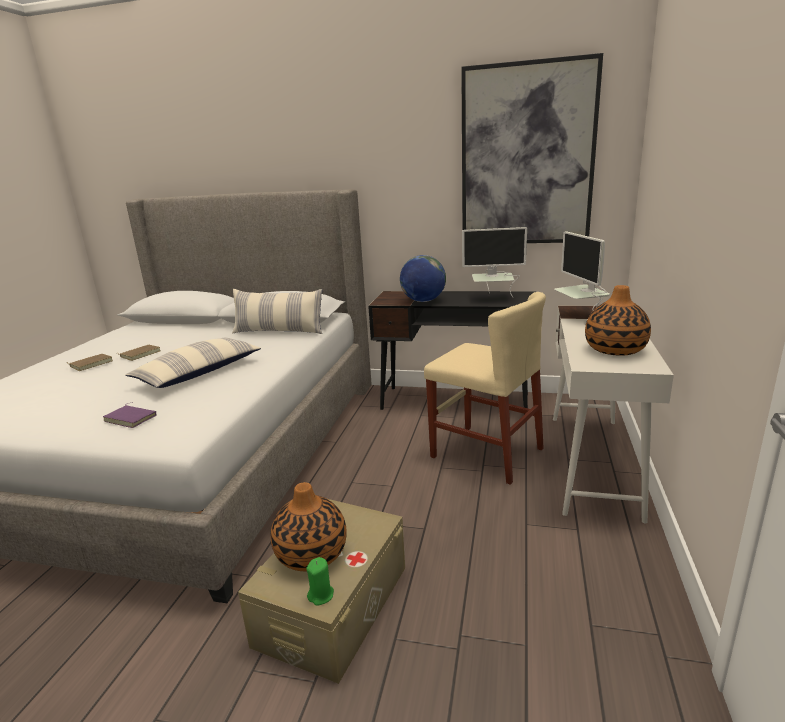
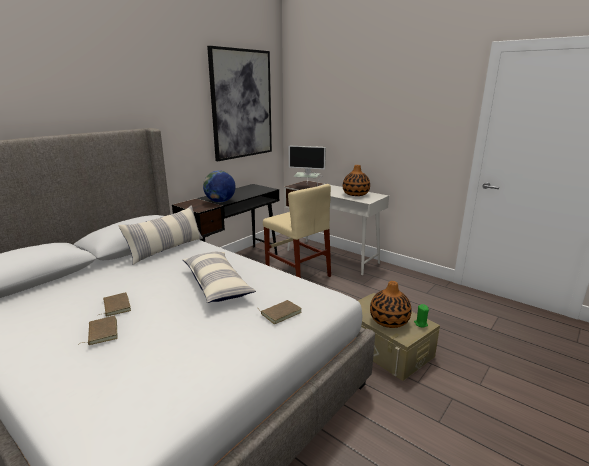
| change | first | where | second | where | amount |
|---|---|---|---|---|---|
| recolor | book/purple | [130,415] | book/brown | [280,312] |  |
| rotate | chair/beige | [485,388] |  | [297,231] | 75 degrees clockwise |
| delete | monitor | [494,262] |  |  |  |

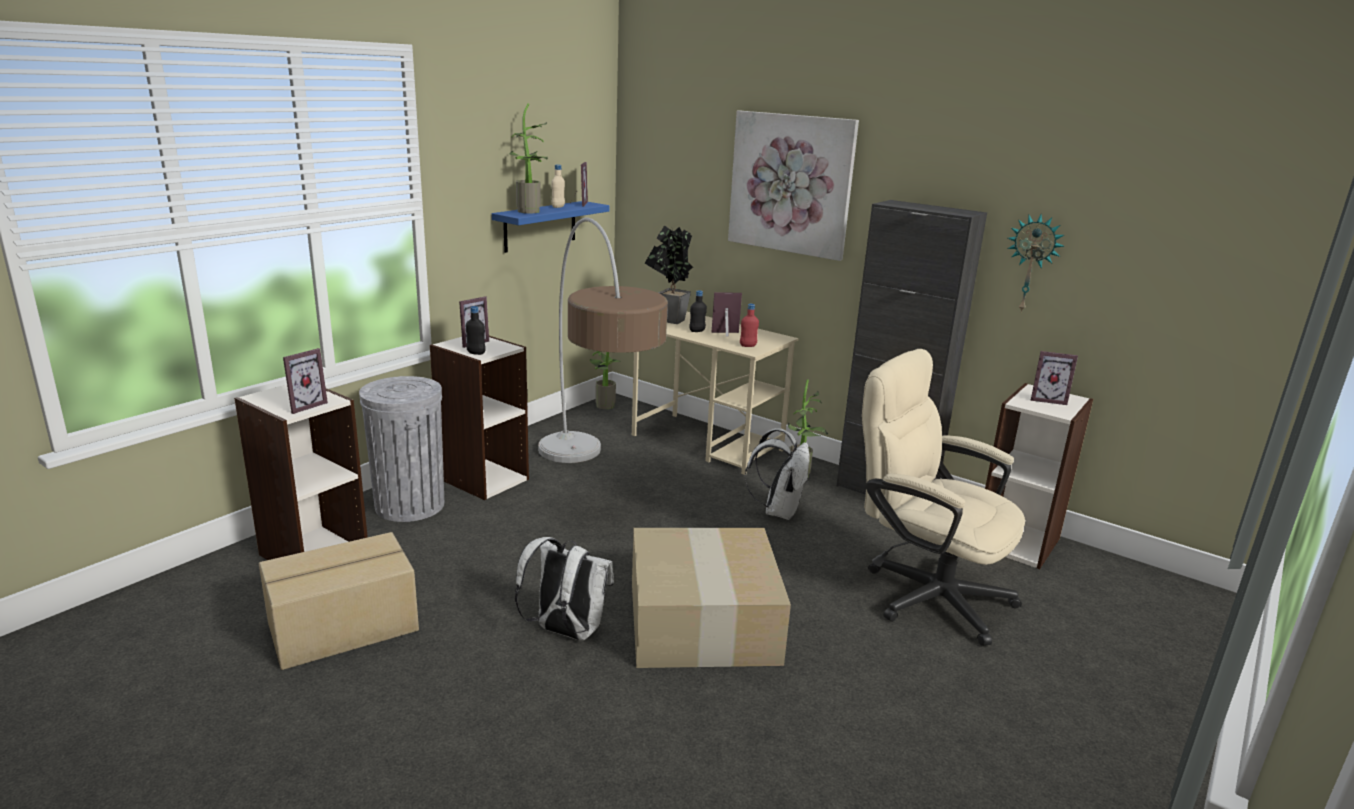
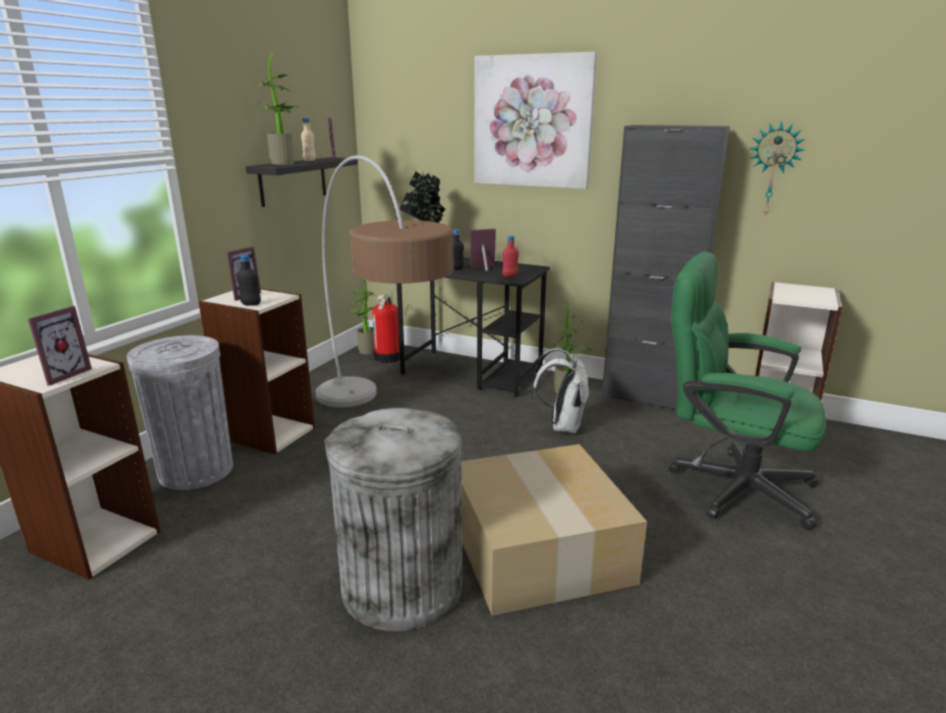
| change | first | where | second | where | amount |
|---|---|---|---|---|---|
| recolor | shelf/blue | [551,227] | shelf/black | [302,182] |  |
| replace | backpack/white | [564,588] | trash can/grey | [393,519] |  |
| insert |  |  | fire extinguisher | [386,329] |  |
| recolor | desk/beige | [715,393] | desk/black | [473,327] |  |
| recolor | office chair/beige | [943,497] | office chair/green | [747,391] |  |
| delete | cardboard box | [339,601] |  |  |  |
| delete | picture frame | [1054,378] |  |  |  |

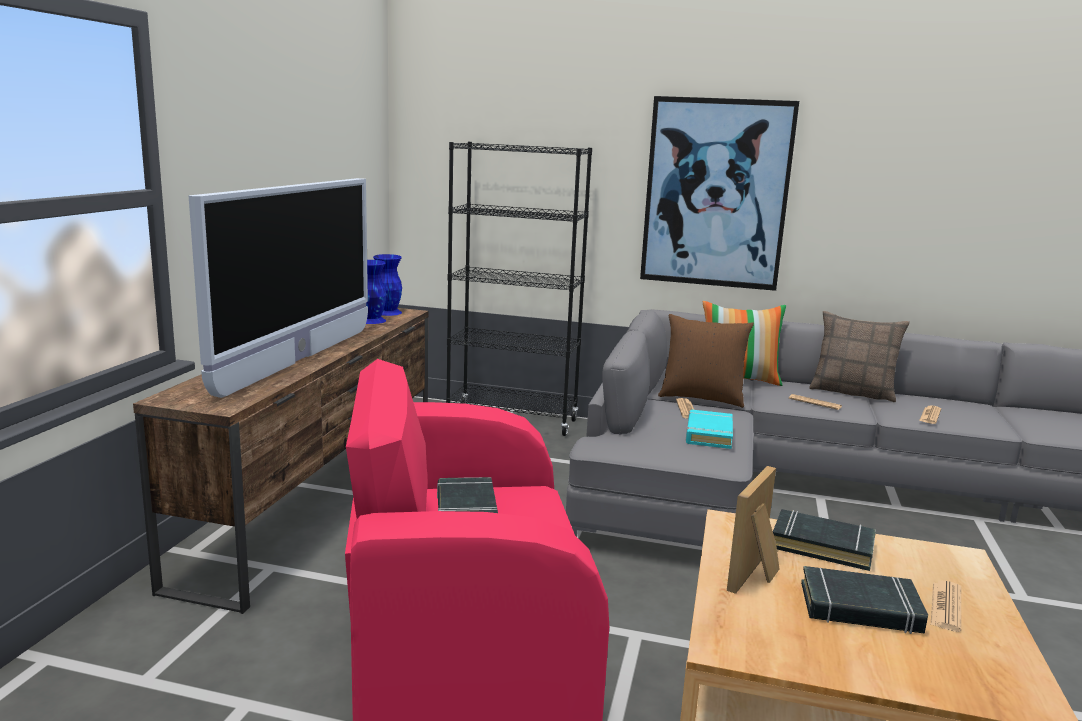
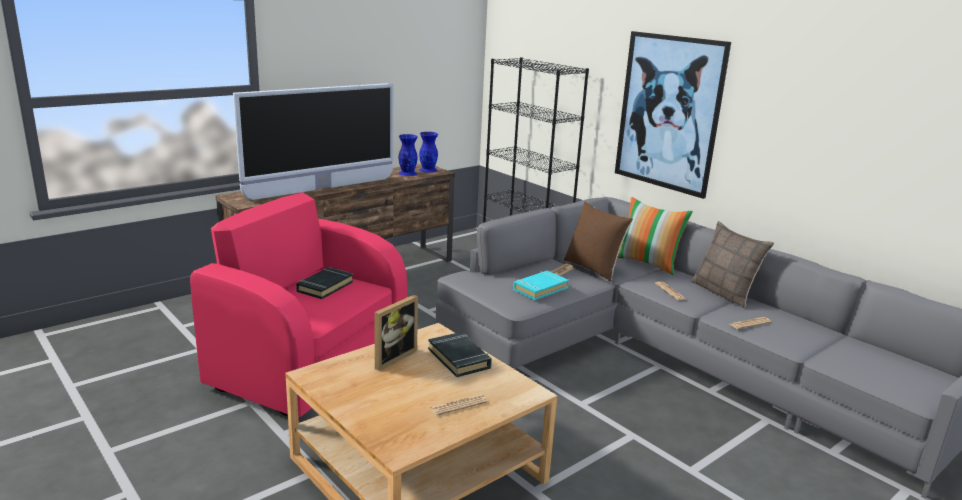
| change | first | where | second | where | amount |
|---|---|---|---|---|---|
| rotate | picture frame | [753,530] |  | [396,333] | 150 degrees clockwise |
| delete | book/black | [864,600] |  |  |  |

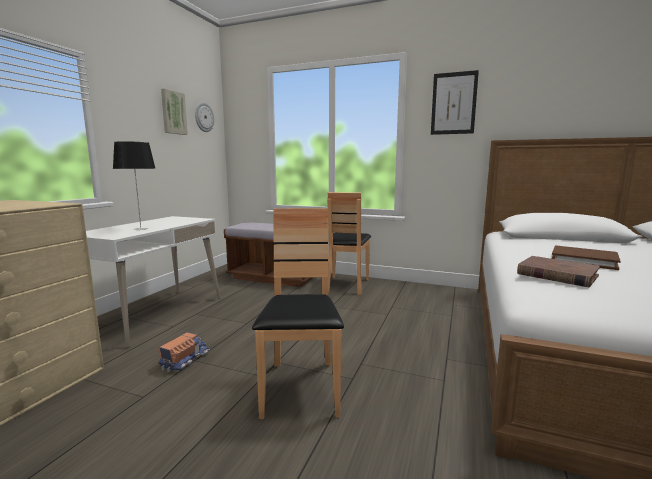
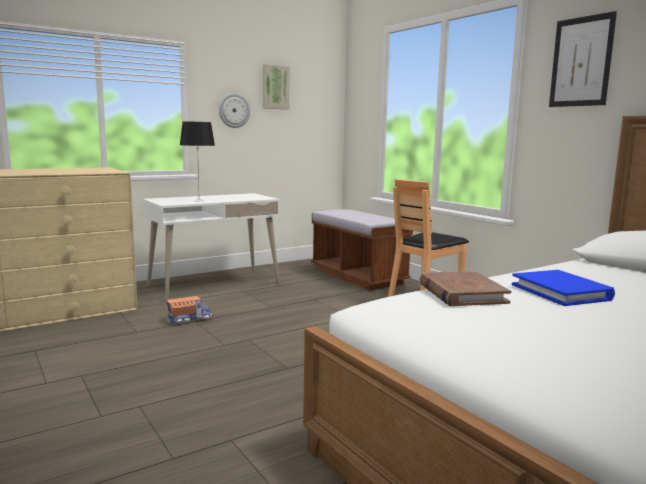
| change | first | where | second | where | amount |
|---|---|---|---|---|---|
| move | wall clock | [204,117] |  | [234,110] |  |
| recolor | book/brown | [586,258] | book/blue | [563,288] |  |
| delete | chair/brown | [298,313] |  |  |  |

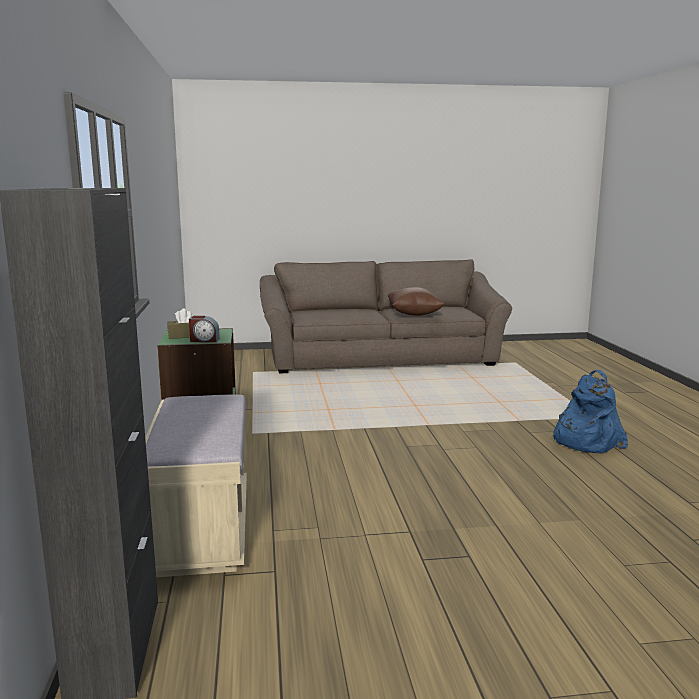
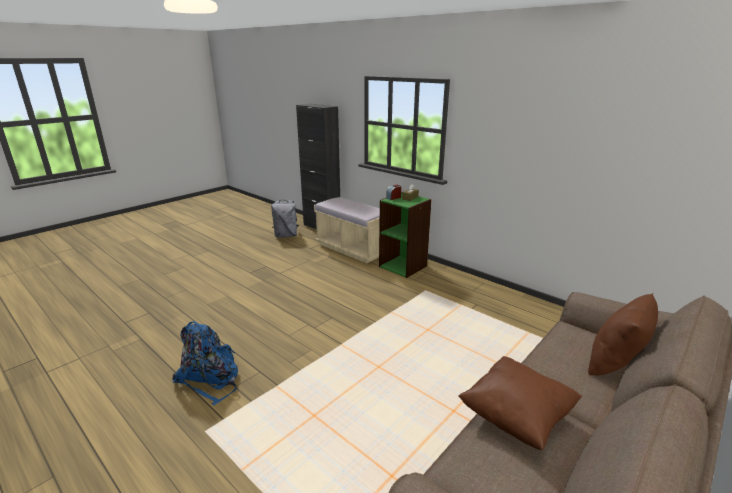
| change | first | where | second | where | amount |
|---|---|---|---|---|---|
| insert |  |  | backpack/grey | [285,218] |  |
| insert |  |  | pillow/brown | [623,334] |  |

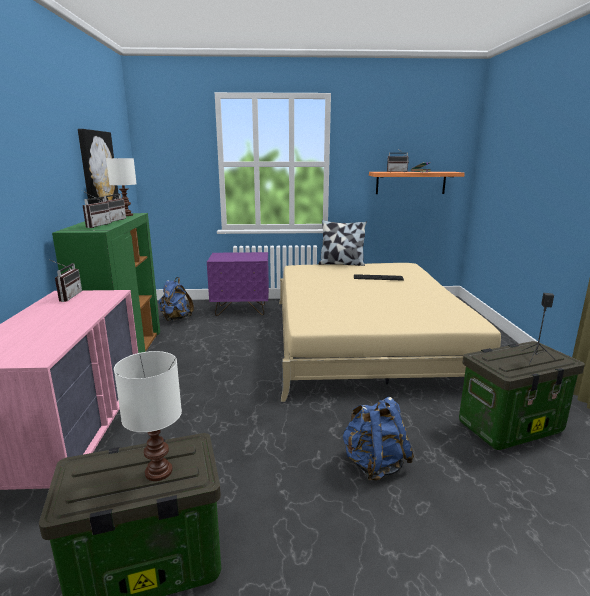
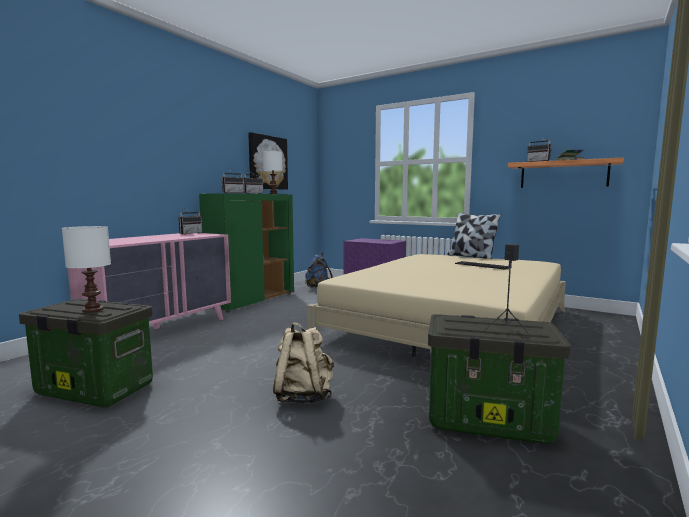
| change | first | where | second | where | amount |
|---|---|---|---|---|---|
| recolor | backpack/blue | [378,439] | backpack/beige | [303,363] |  |

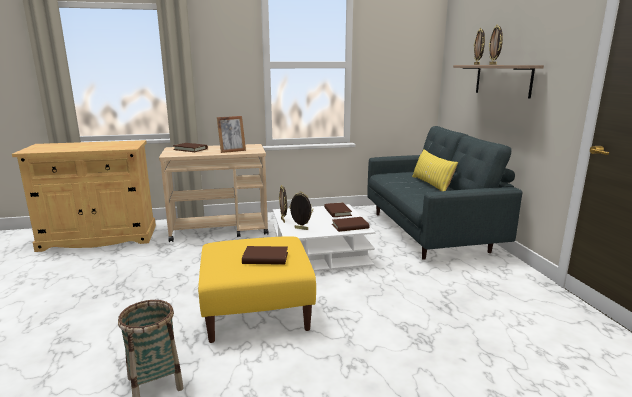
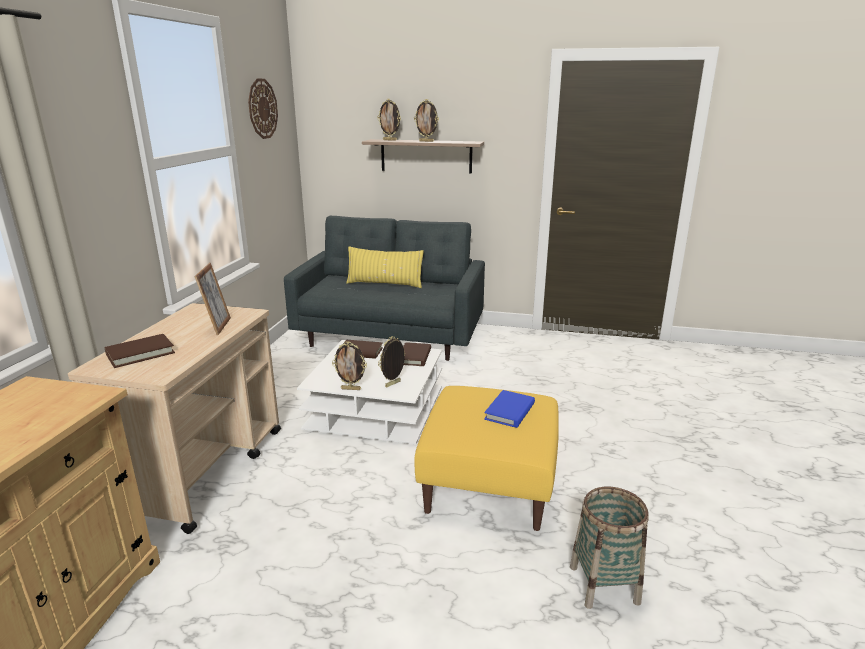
| change | first | where | second | where | amount |
|---|---|---|---|---|---|
| insert |  |  | wall clock | [263,109] |  |
| recolor | book/brown | [265,255] | book/blue | [509,409] |  |

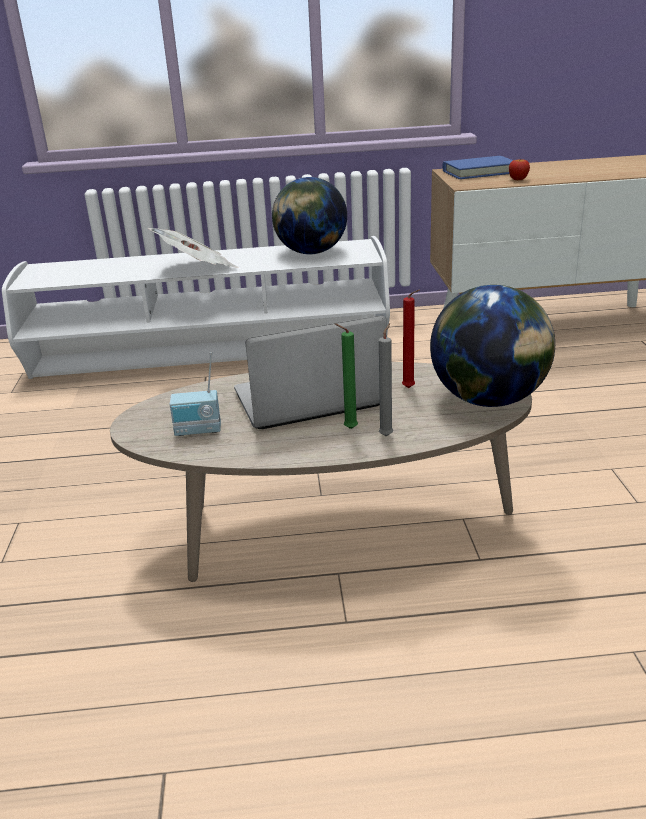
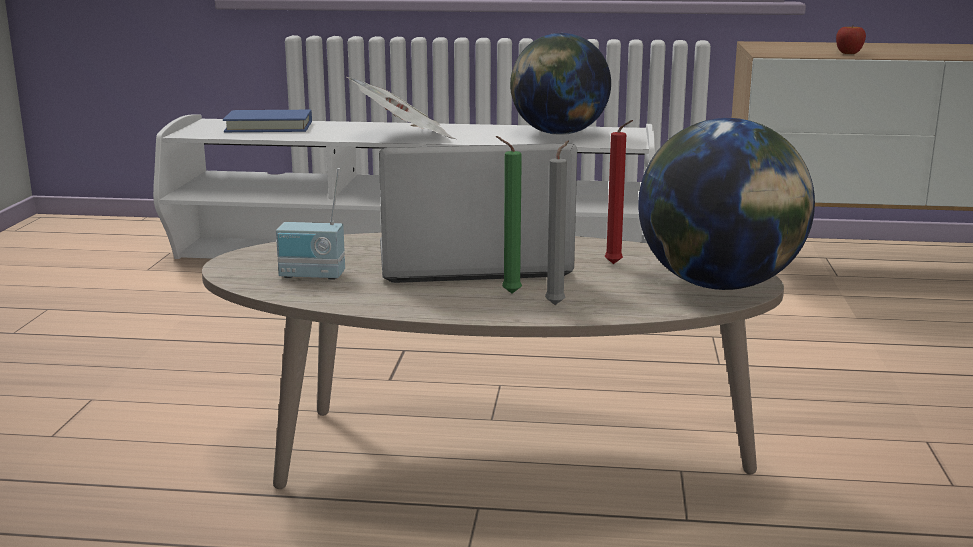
| change | first | where | second | where | amount |
|---|---|---|---|---|---|
| move | book/blue | [478,167] |  | [267,121] |  |

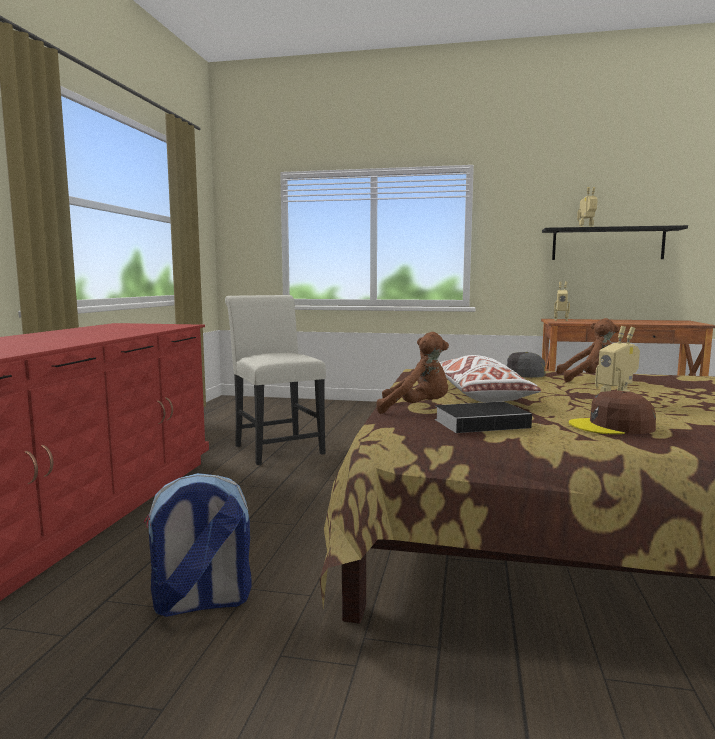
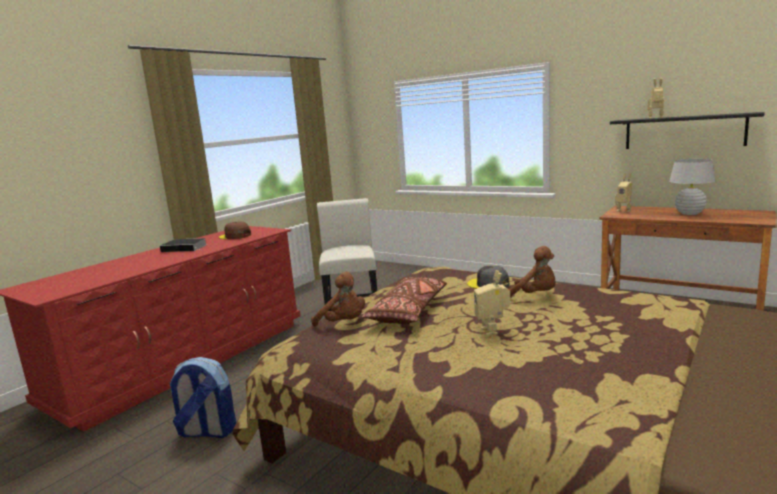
| change | first | where | second | where | amount |
|---|---|---|---|---|---|
| move | book | [489,417] |  | [183,245] |  |
| move | cap/brown | [612,412] |  | [235,230] |  |
| recolor | pillow/white | [490,378] | pillow/brown | [404,300] |  |
| insert |  |  | table lamp/white | [692,187] |  |

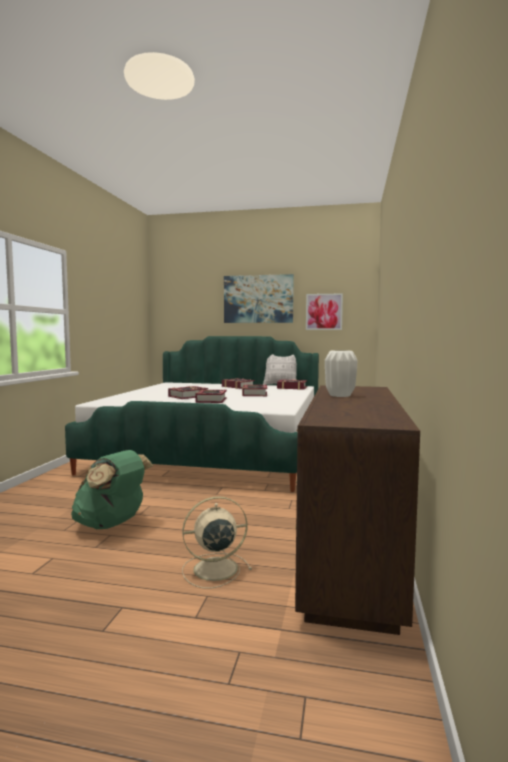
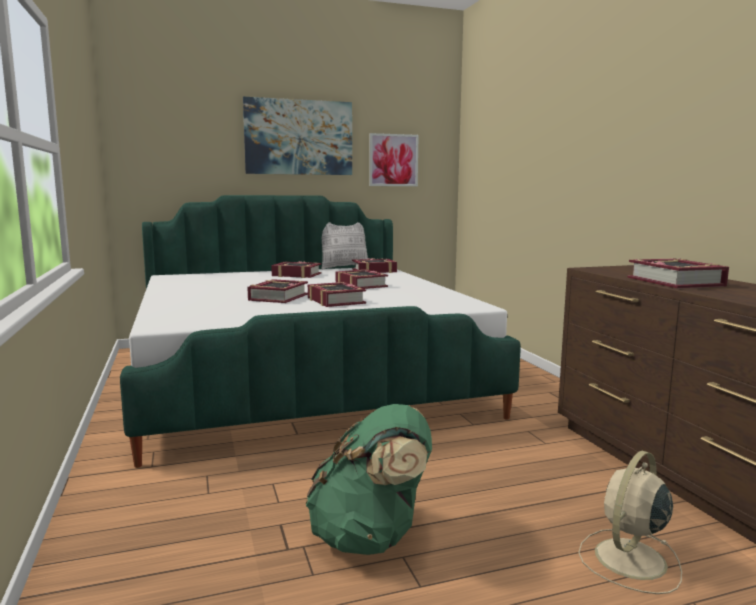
| change | first | where | second | where | amount |
|---|---|---|---|---|---|
| replace | vase/white | [341,373] | book | [678,273] |  |

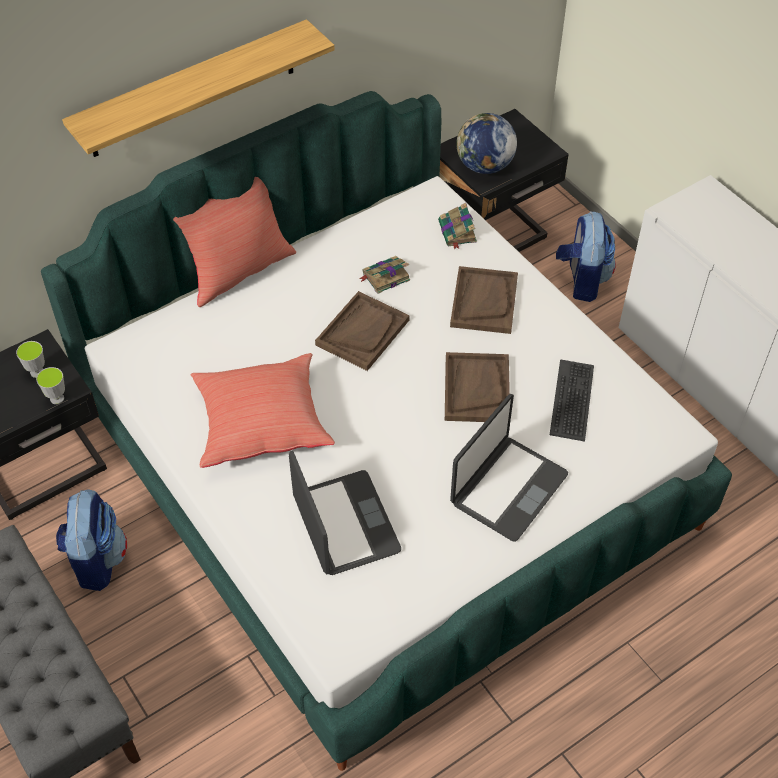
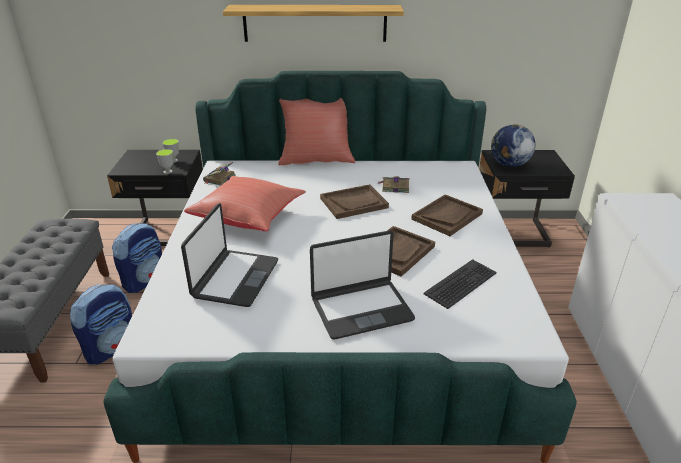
| change | first | where | second | where | amount |
|---|---|---|---|---|---|
| move | backpack | [586,256] |  | [101,324] |  |
| move | book | [457,226] |  | [219,174] |  |

